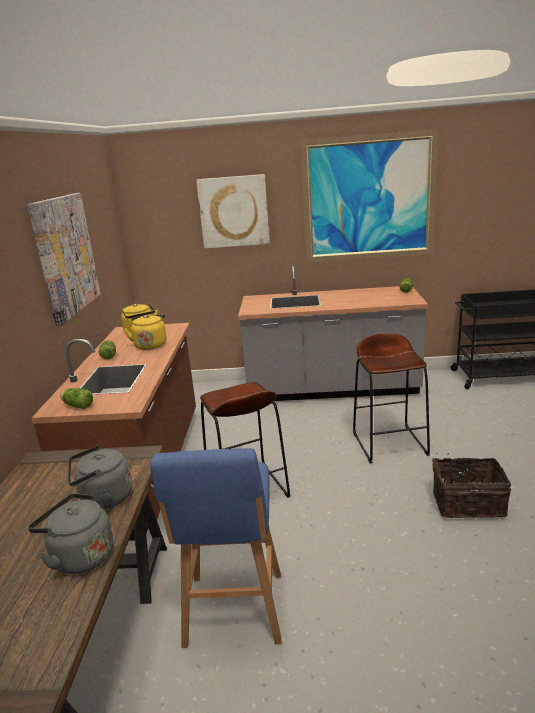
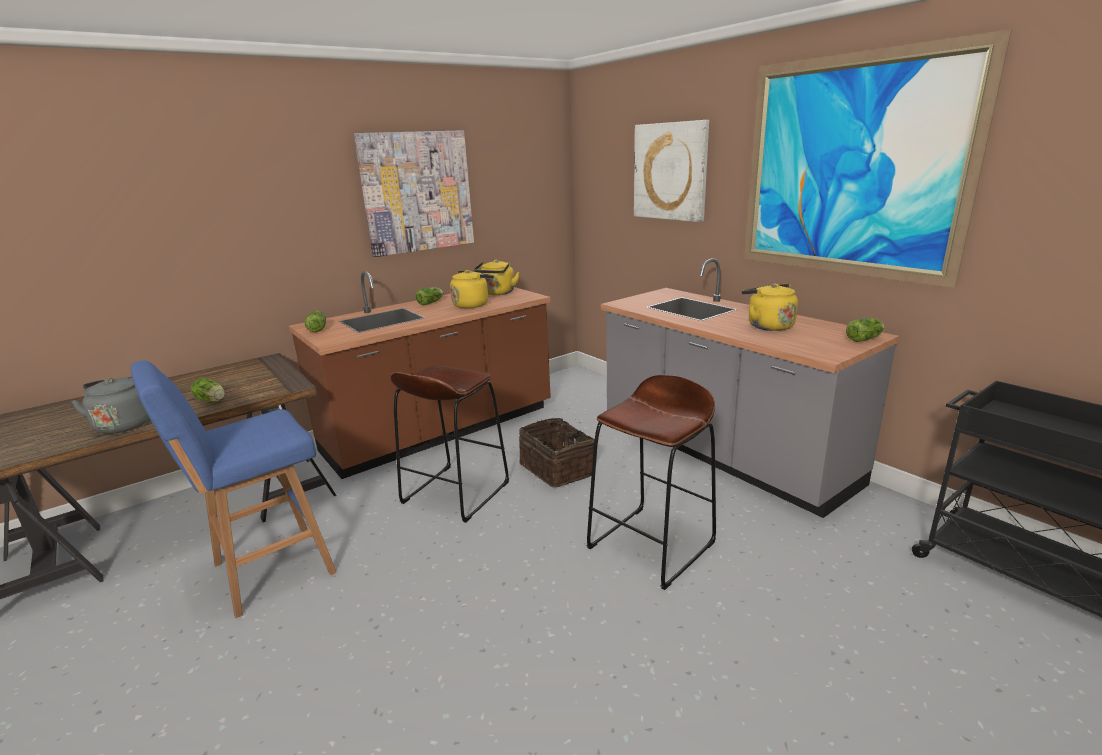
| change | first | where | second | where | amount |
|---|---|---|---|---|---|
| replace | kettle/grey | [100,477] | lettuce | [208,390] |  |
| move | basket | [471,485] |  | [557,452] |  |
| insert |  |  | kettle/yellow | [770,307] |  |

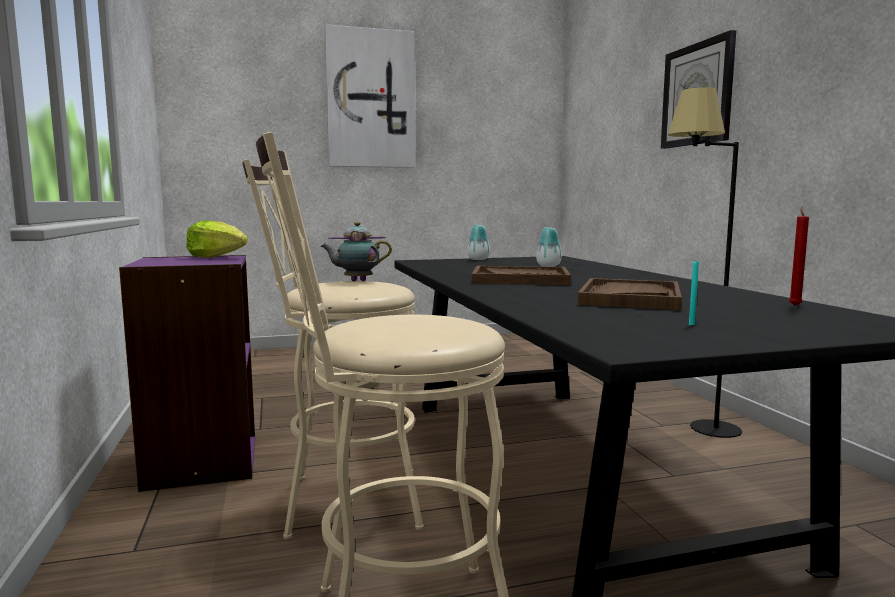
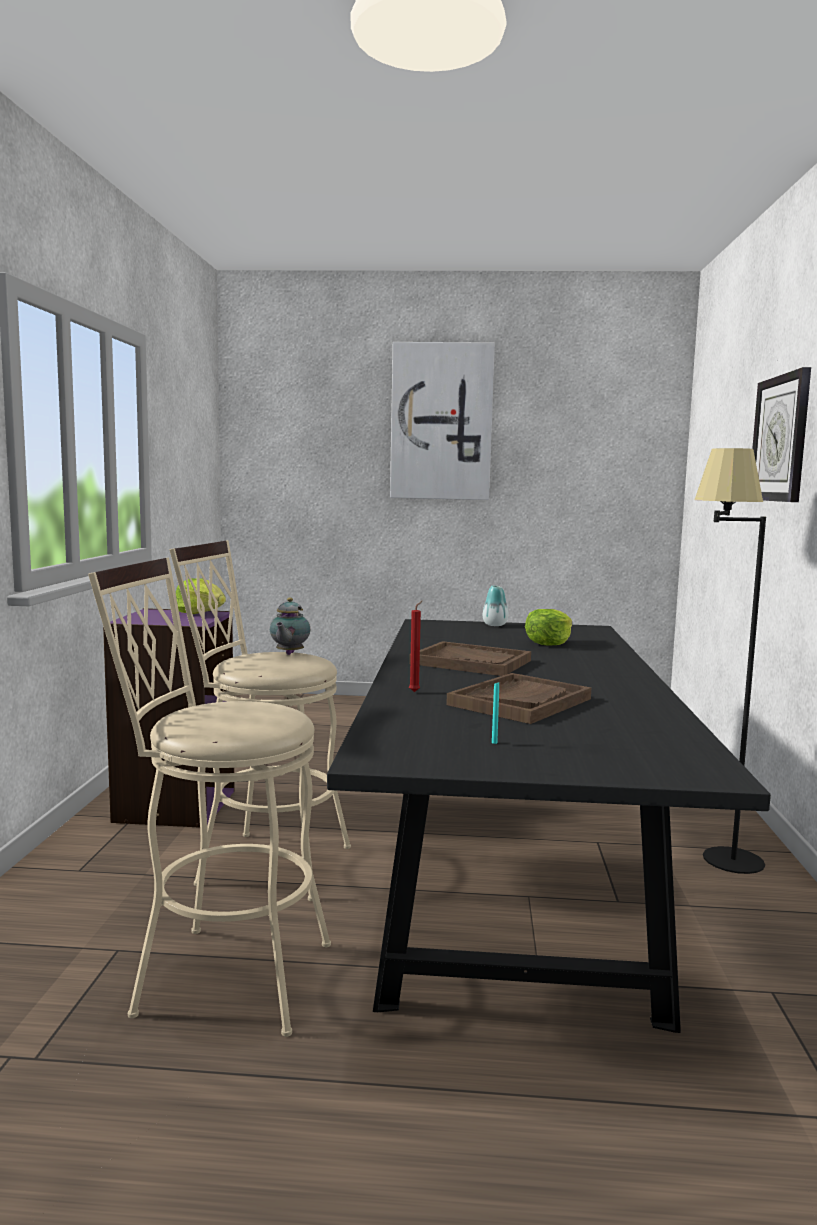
| change | first | where | second | where | amount |
|---|---|---|---|---|---|
| rotate | teapot | [356,251] |  | [290,626] | 90 degrees counterclockwise |
| move | candle/red | [799,256] |  | [415,646] |  |
| replace | vase | [549,247] | lettuce | [548,627] |  |

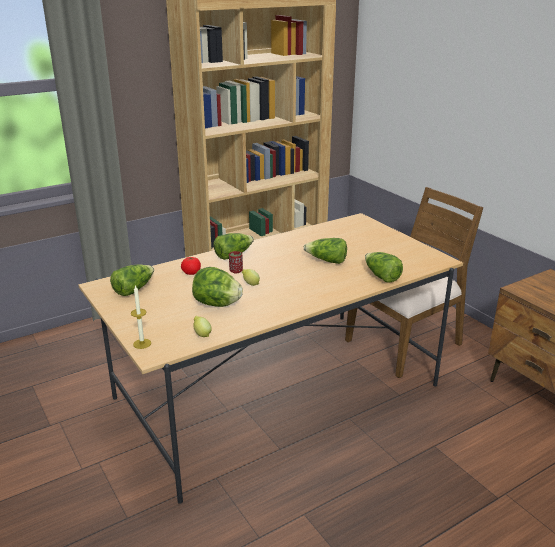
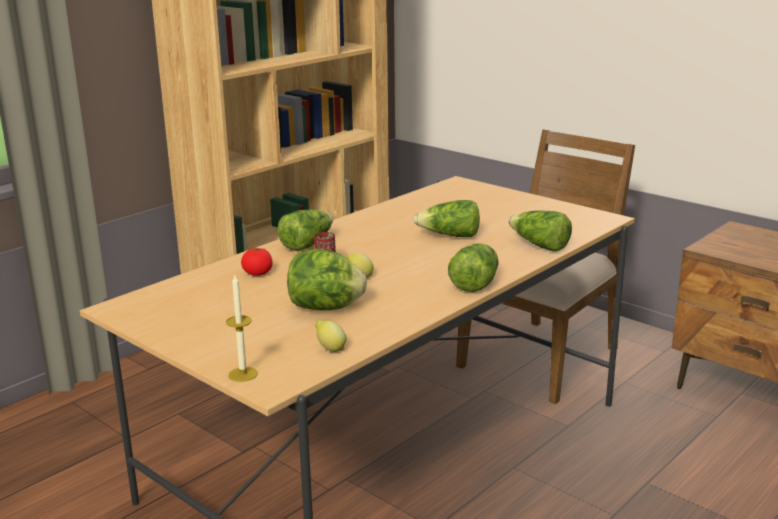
| change | first | where | second | where | amount |
|---|---|---|---|---|---|
| move | lettuce | [132,280] |  | [473,267] |  |

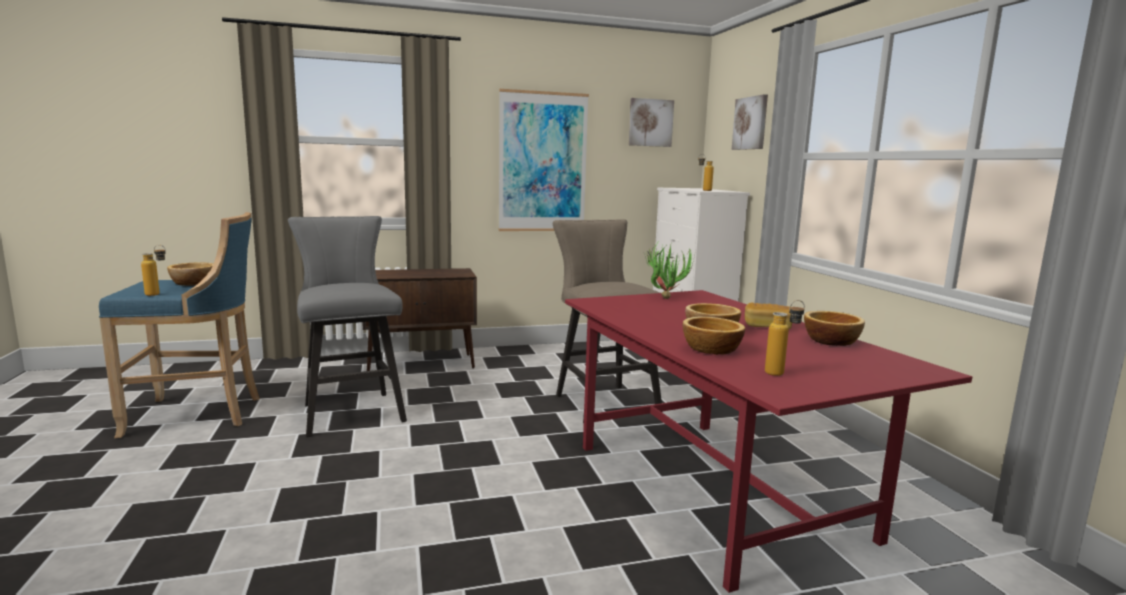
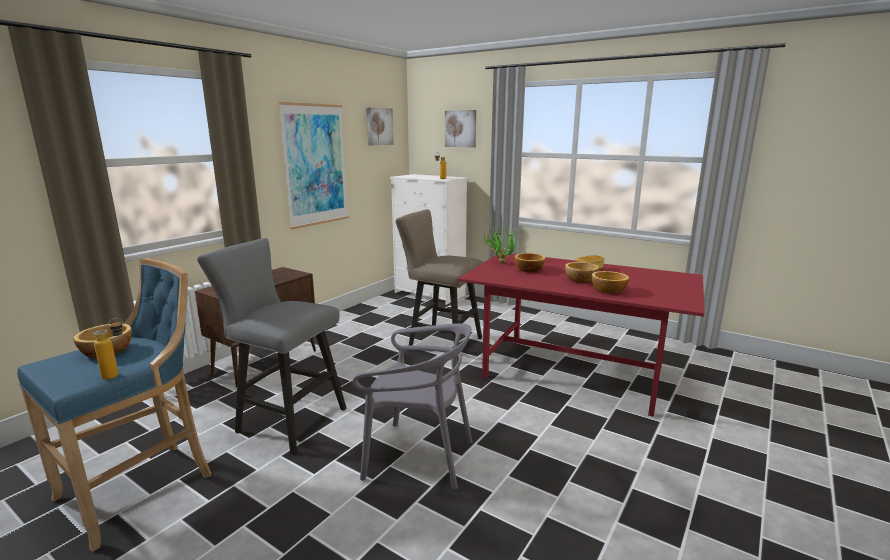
| change | first | where | second | where | amount |
|---|---|---|---|---|---|
| insert |  |  | chair/grey | [413,406] |  |
| move | bowl | [834,328] |  | [530,263] |  |
| delete | bottle | [785,338] |  |  |  |

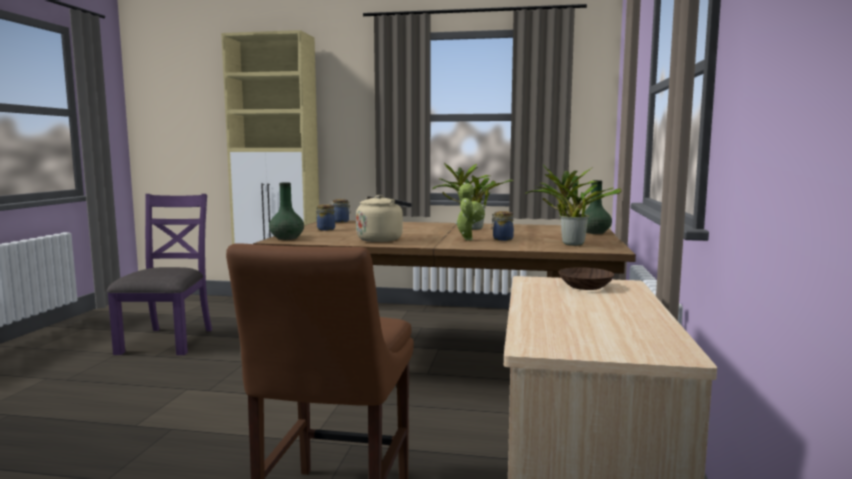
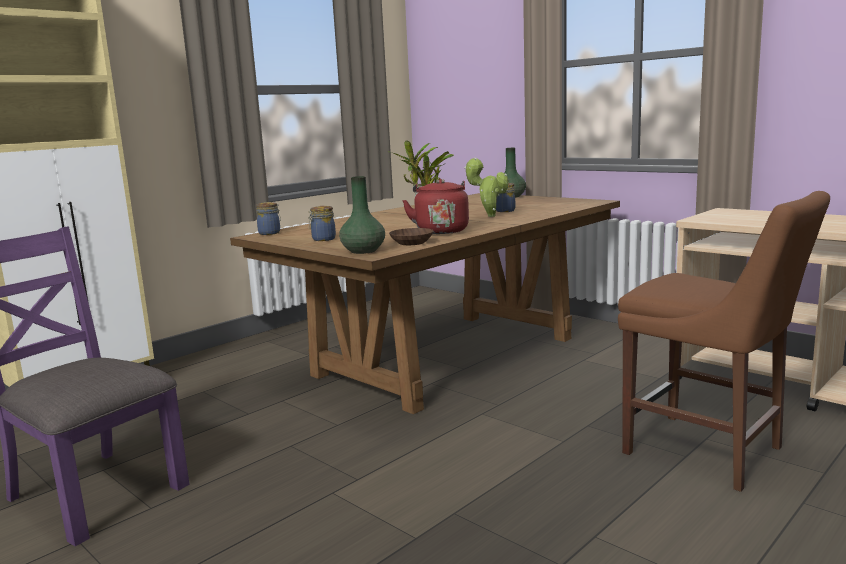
| change | first | where | second | where | amount |
|---|---|---|---|---|---|
| move | bowl/brown | [586,278] |  | [411,236] |  |
| recolor | kettle/beige | [384,218] | kettle/red | [435,206] |  |
| delete | potted plant | [573,205] |  |  |  |

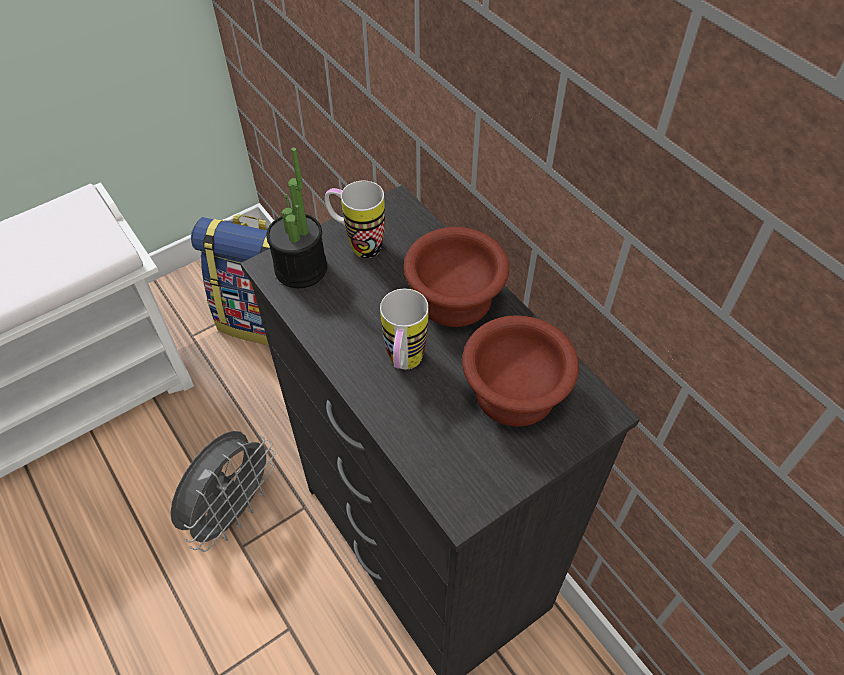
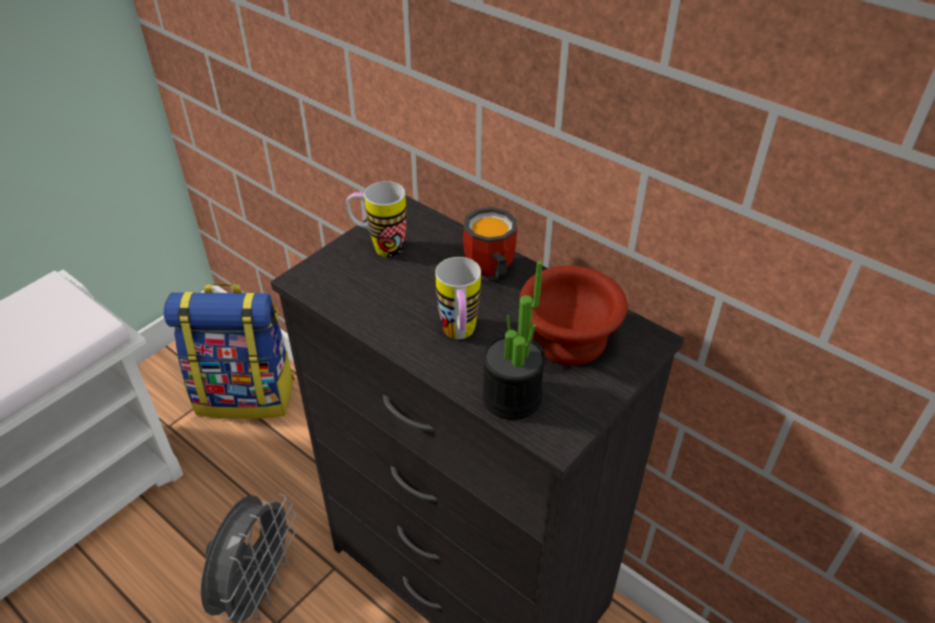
| change | first | where | second | where | amount |
|---|---|---|---|---|---|
| replace | bowl/brown | [456,277] | mug | [490,244] |  |
| move | potted plant | [296,218] |  | [514,340] |  |

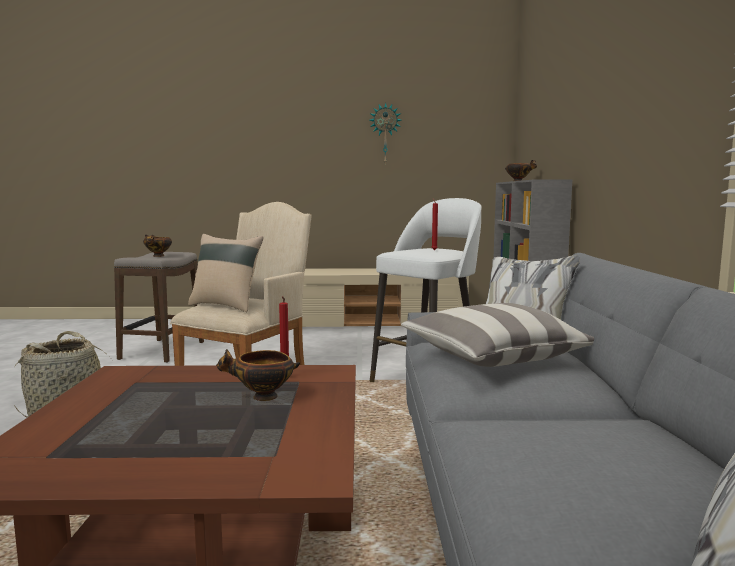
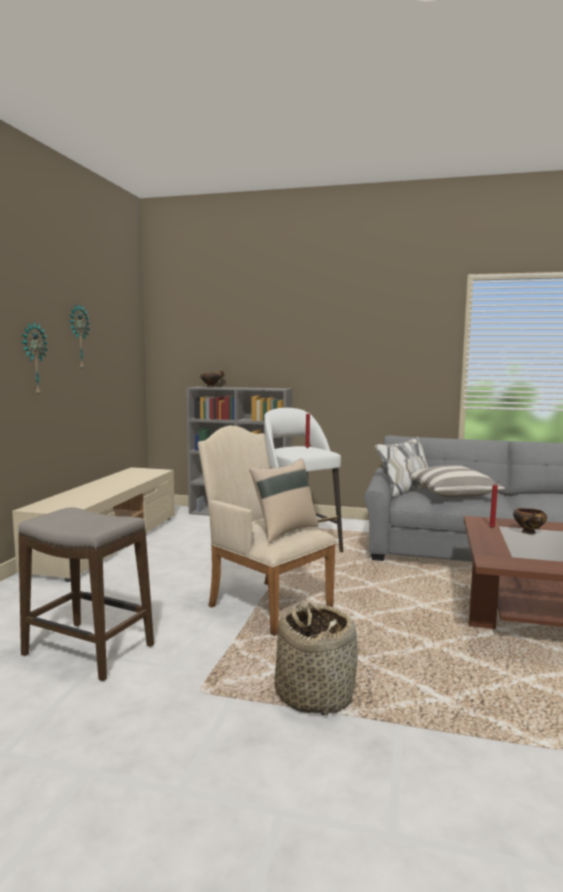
| change | first | where | second | where | amount |
|---|---|---|---|---|---|
| insert |  |  | wall clock | [35,359] |  |
| delete | bowl | [157,246] |  |  |  |

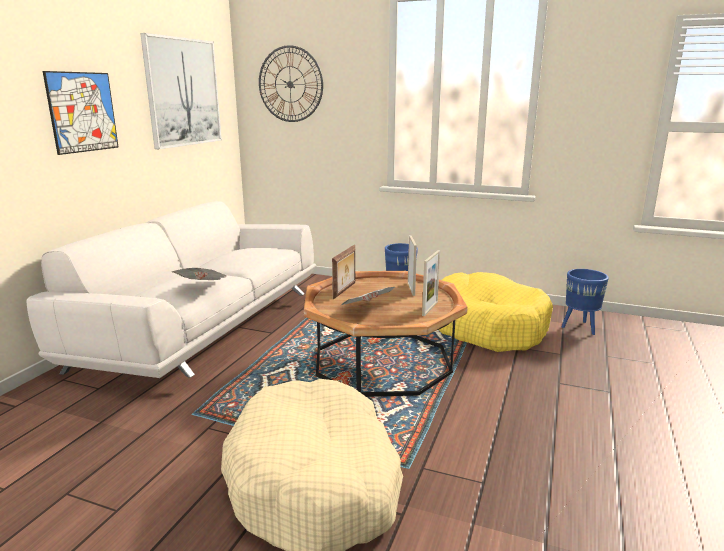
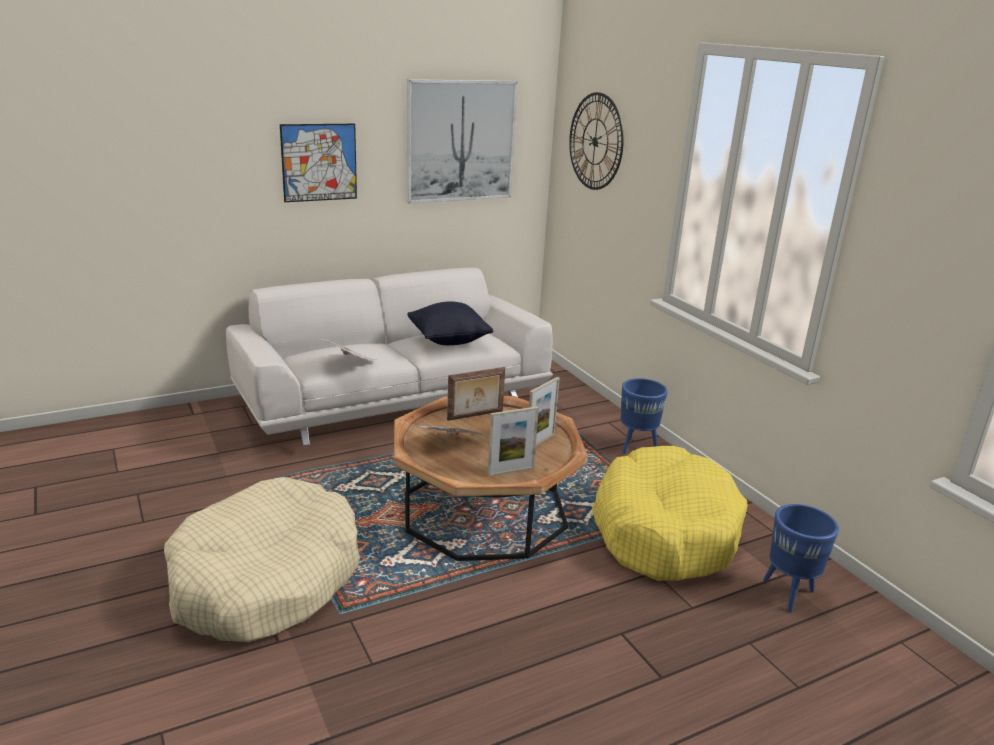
| change | first | where | second | where | amount |
|---|---|---|---|---|---|
| insert |  |  | pillow/black | [450,323] |  |

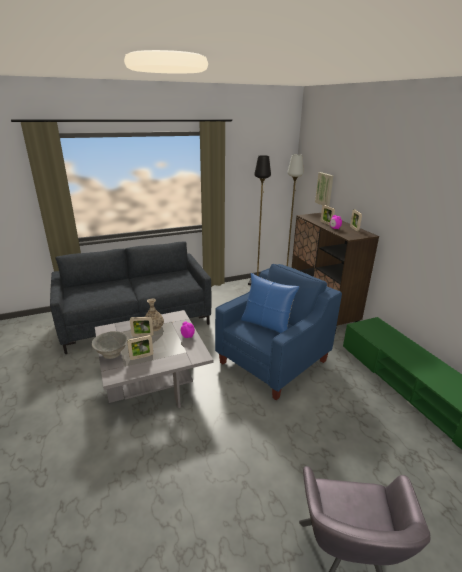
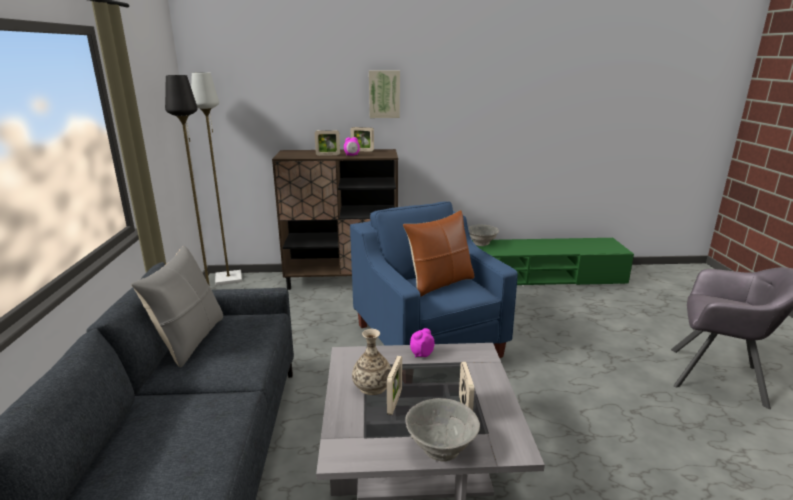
| change | first | where | second | where | amount |
|---|---|---|---|---|---|
| insert |  |  | pillow/grey | [177,306] |  |
| move | picture | [324,189] |  | [384,94] |  |
| recolor | pillow/blue | [270,303] | pillow/brown | [438,253] |  |
| insert |  |  | bowl/grey | [483,235] |  |

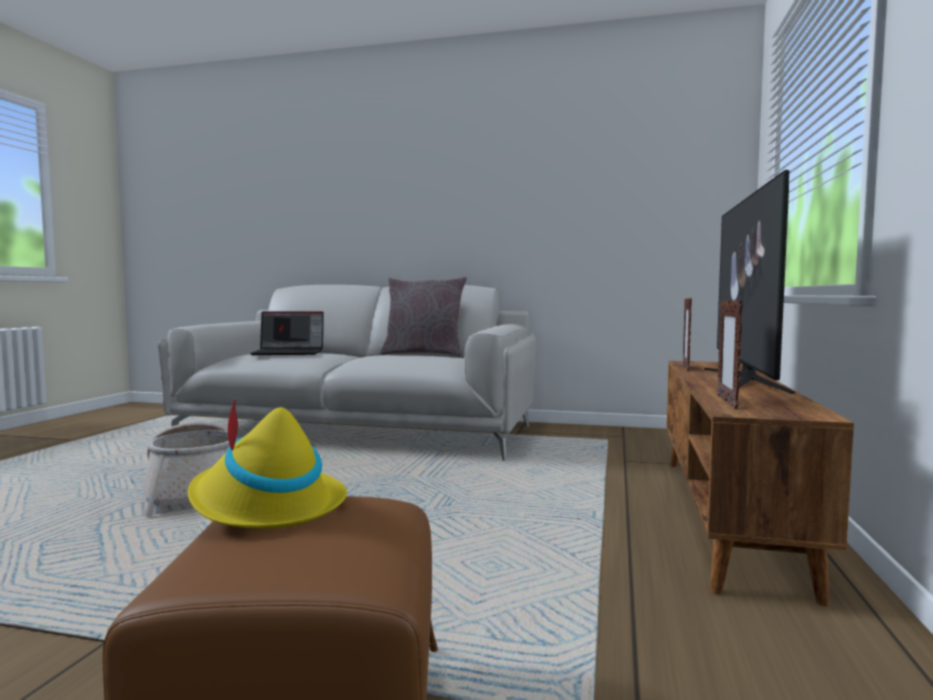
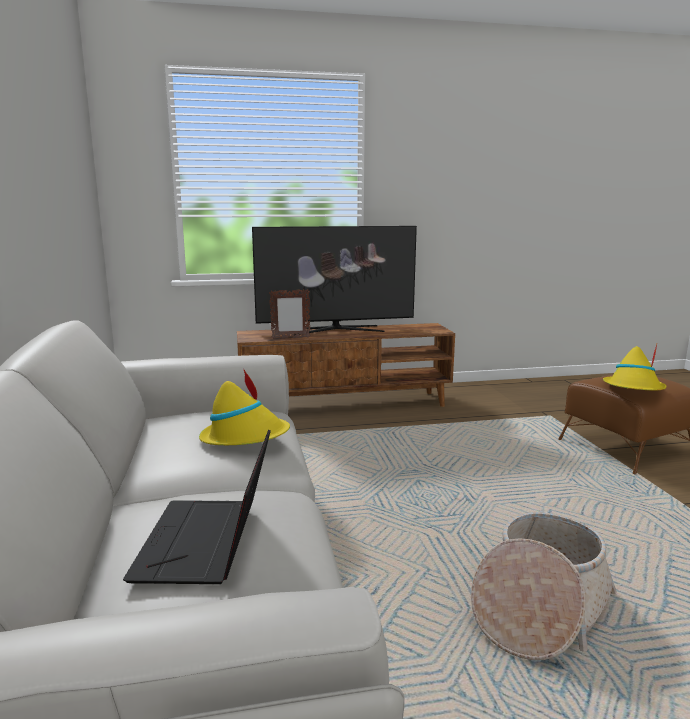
| change | first | where | second | where | amount |
|---|---|---|---|---|---|
| rotate | laptop | [287,333] |  | [197,506] | 150 degrees counterclockwise |
| insert |  |  | hat/yellow | [244,406] |  |
| delete | pillow/grey | [423,316] |  |  |  |
| delete | picture frame | [730,354] |  |  |  |

